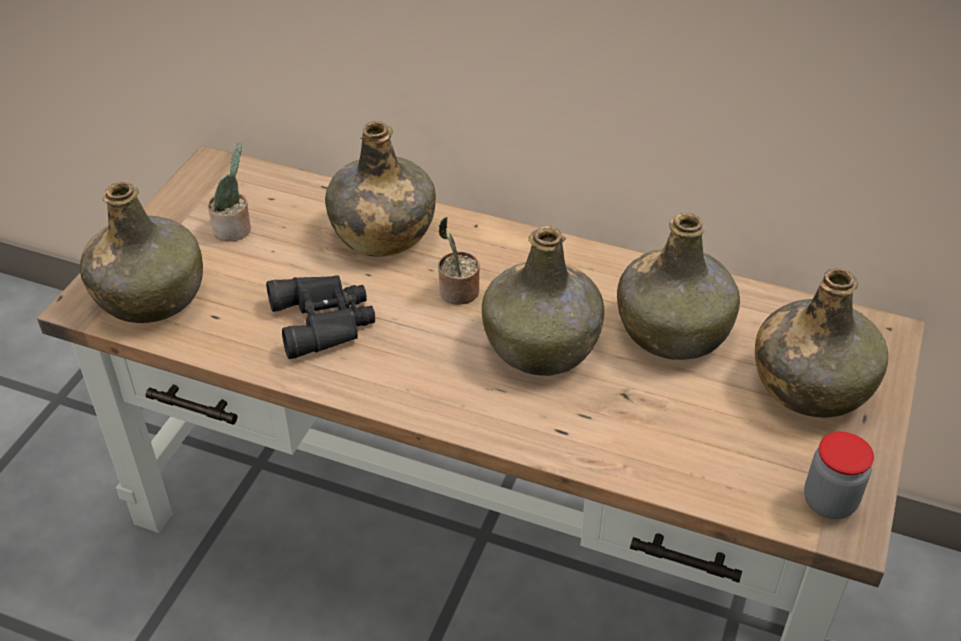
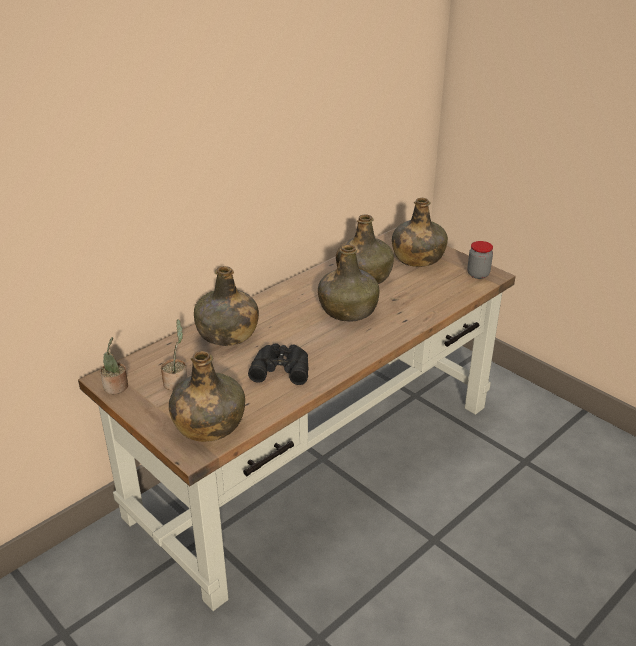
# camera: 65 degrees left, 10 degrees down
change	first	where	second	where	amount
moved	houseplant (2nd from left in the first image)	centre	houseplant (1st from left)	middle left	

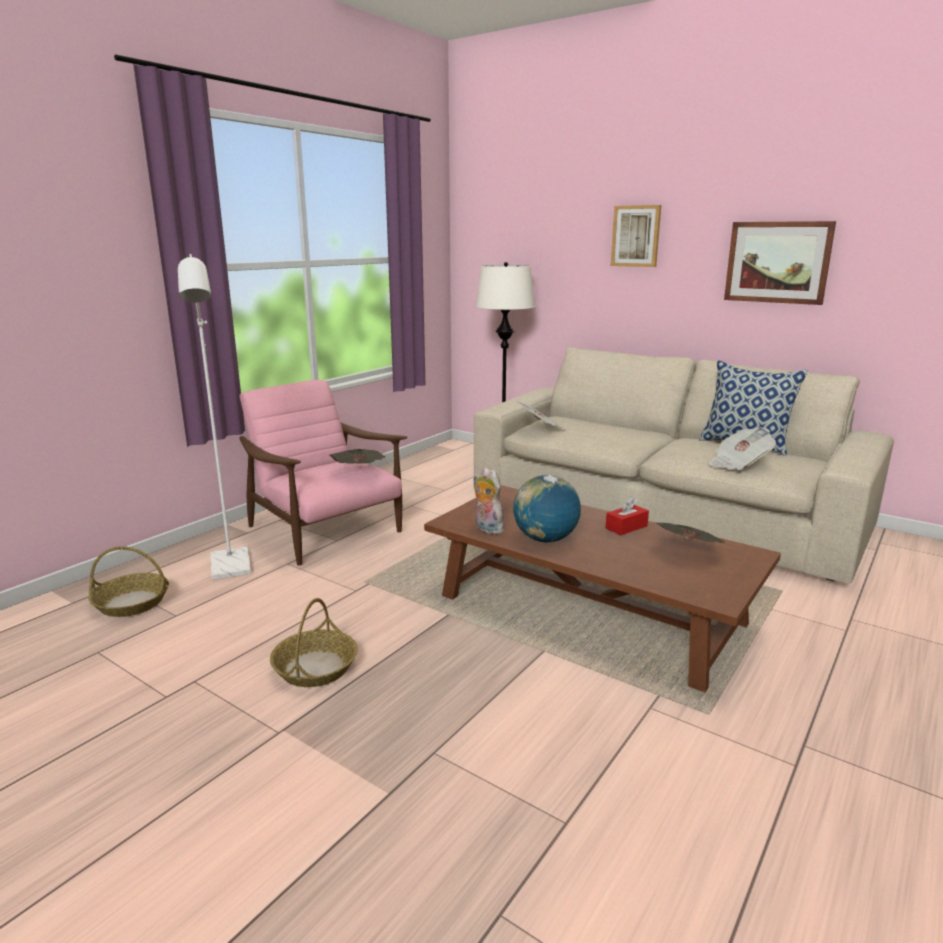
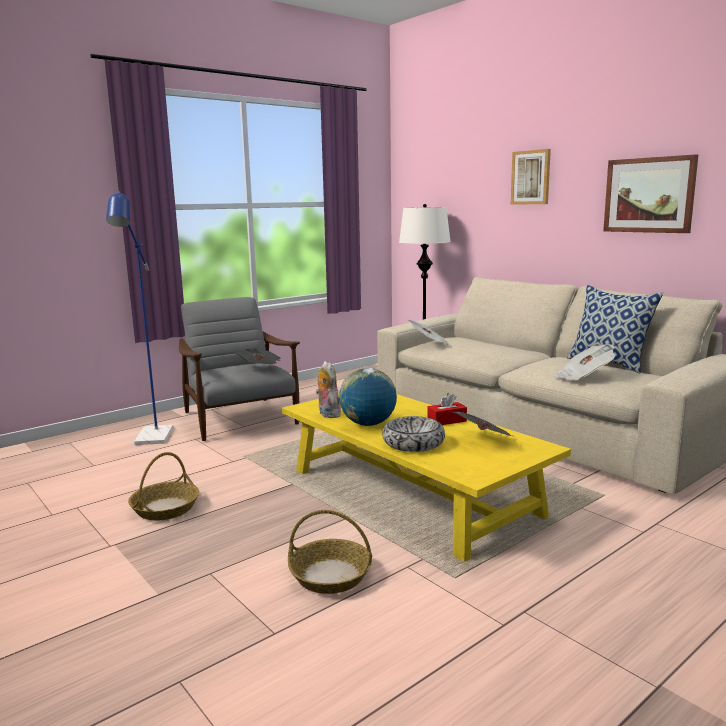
# camera: 15 degrees right, 5 degrees down
change	first	where	second	where	amount
moved	basket (1st from left in the first image)	middle left	basket (2nd from left)	bottom centre	
recoloured	whitish standard lamp (1st from left)	middle left	blue-coloured standard lamp	middle left	
recoloured	pinkish armchair	centre	greyish armchair	middle left	
recoloured	brown-coloured lounge table	centre	yellowish lounge table	centre	
added			serving bowl	centre	

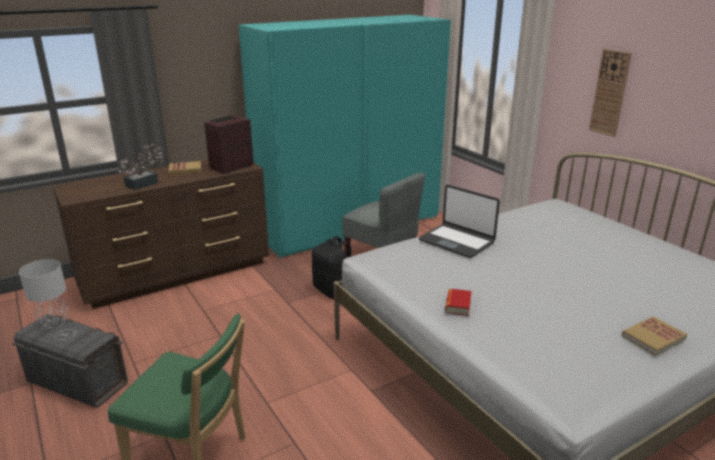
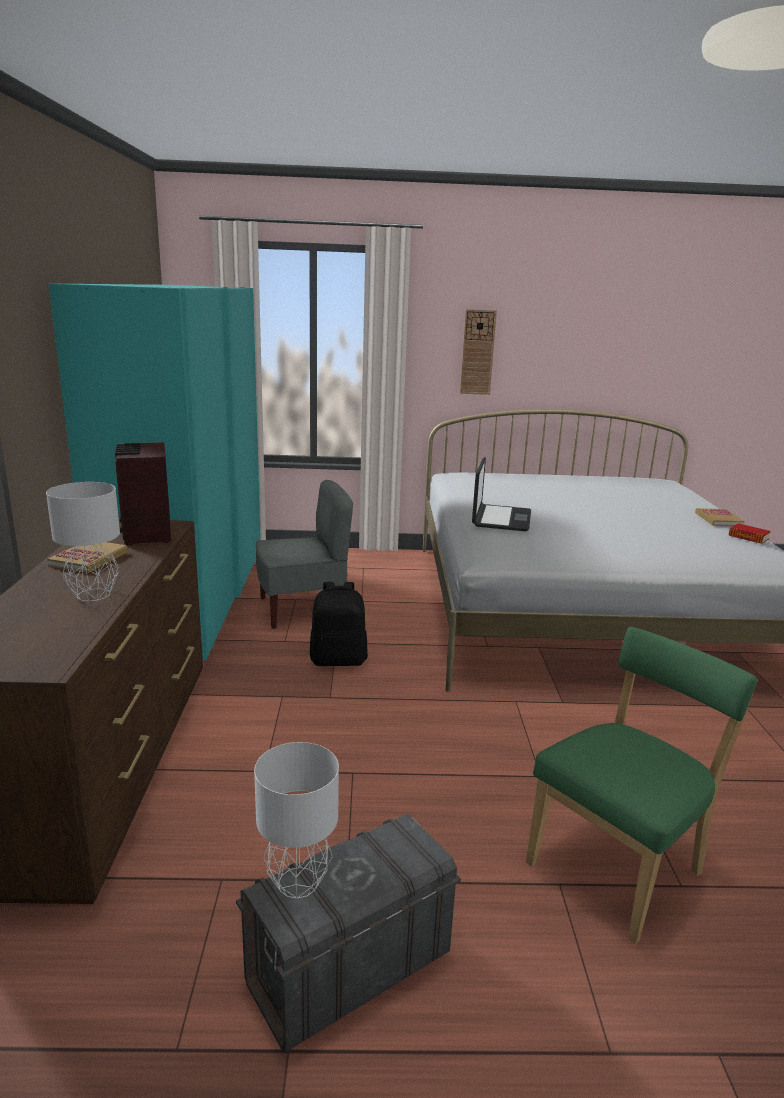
# camera: 60 degrees left, 5 degrees down
change	first	where	second	where	amount
replaced	houseplant	middle left	greyish lamp for a table (1st from left)	middle left	
turned	laptop	centre		centre	60 degrees counterclockwise
moved	bound book (2nd from left in the first image)	centre	bound book (3rd from left)	middle right	

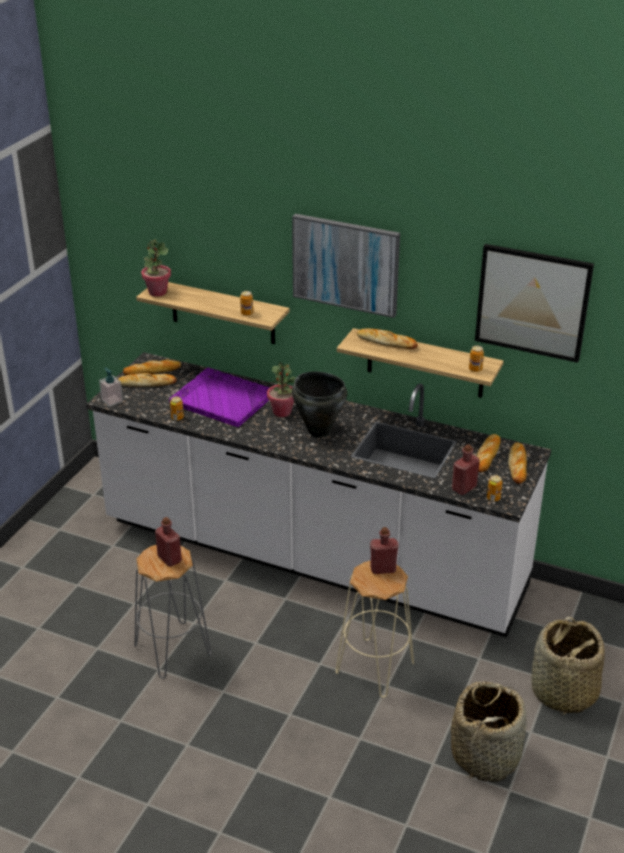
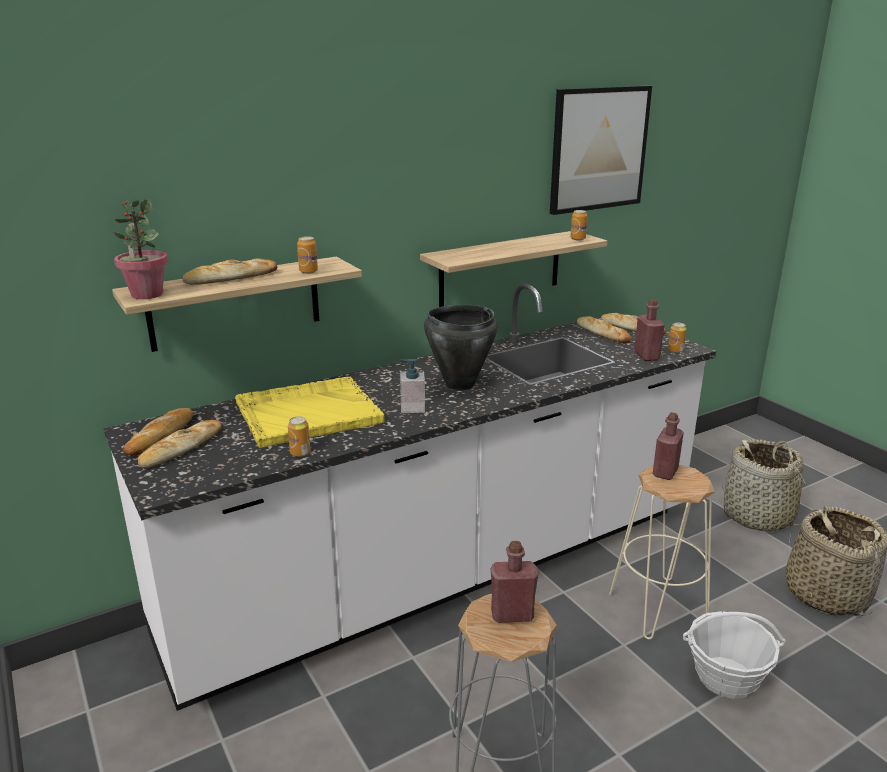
# camera: 55 degrees left, 10 degrees down
change	first	where	second	where	amount
moved	soap dispenser	middle left		centre	
recoloured	purple-coloured serving tray	centre	yellowish serving tray	centre	
removed	houseplant (2nd from left)	centre			
removed	wall art (1st from left)	top centre			
moved	bakery bread (3rd from left)	centre		middle left	
added			basket (1st from left)	bottom right	

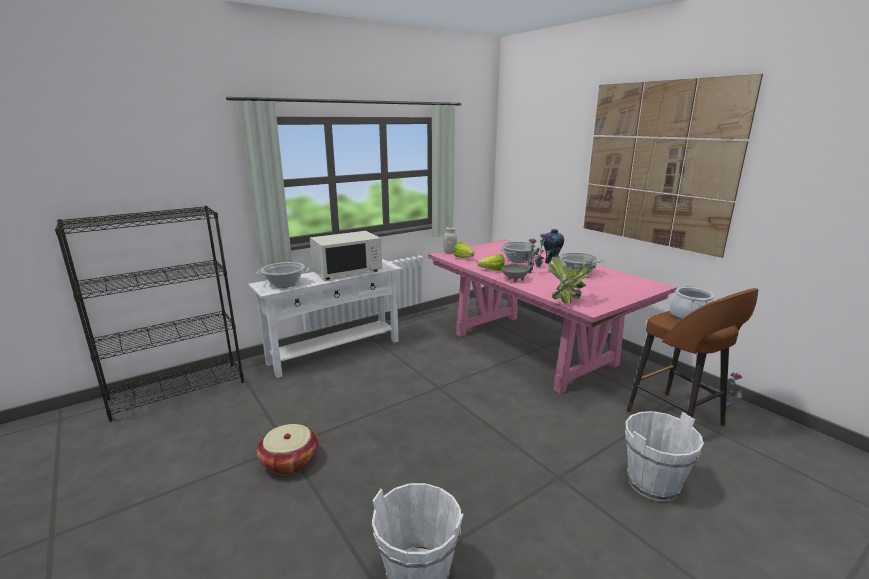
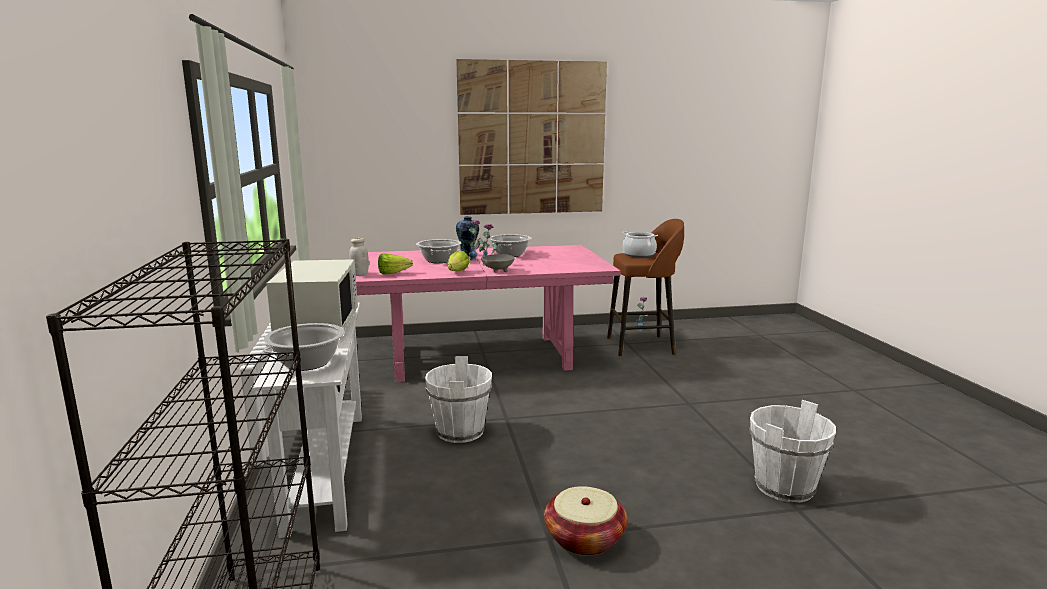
# camera: 65 degrees left, 5 degrees down
change	first	where	second	where	amount
removed	houseplant	centre			
moved	whitish water bucket (2nd from left in the first image)	bottom right	whitish water bucket (1st from left)	bottom centre	

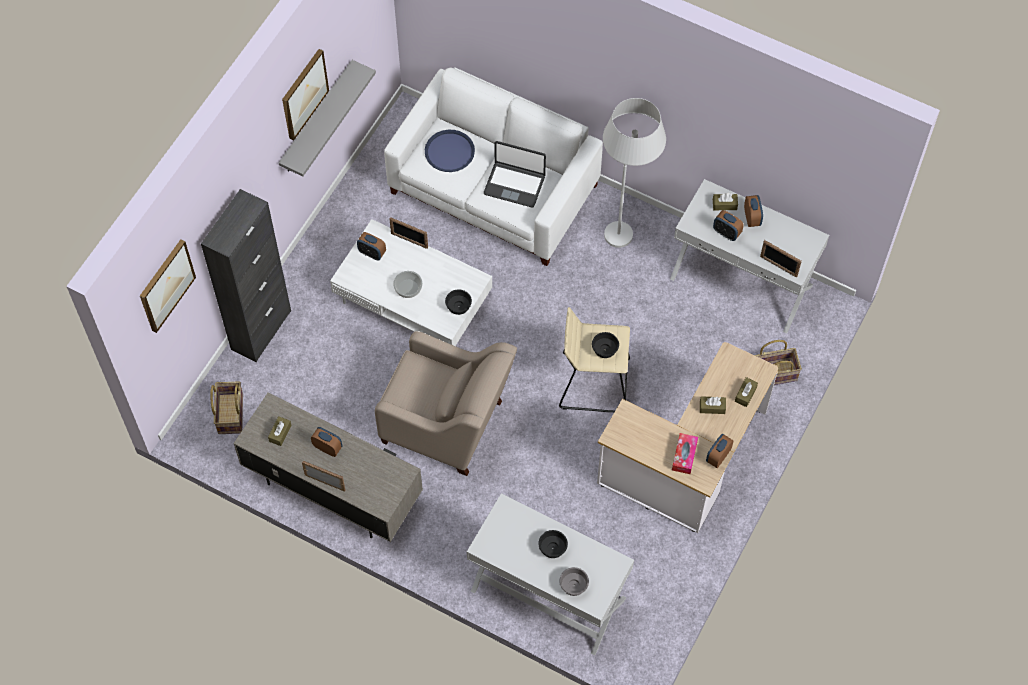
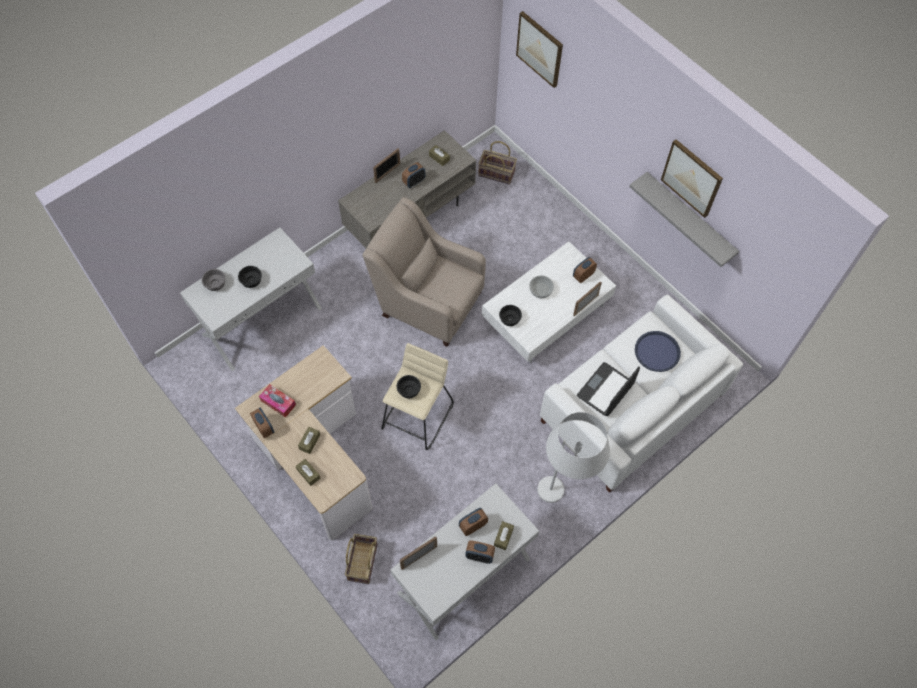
# camera: 110 degrees right, 0 degrees up
change	first	where	second	where	amount
removed	black-coloured storage cabinet	middle left			
turned	beige armchair	centre		centre	75 degrees clockwise

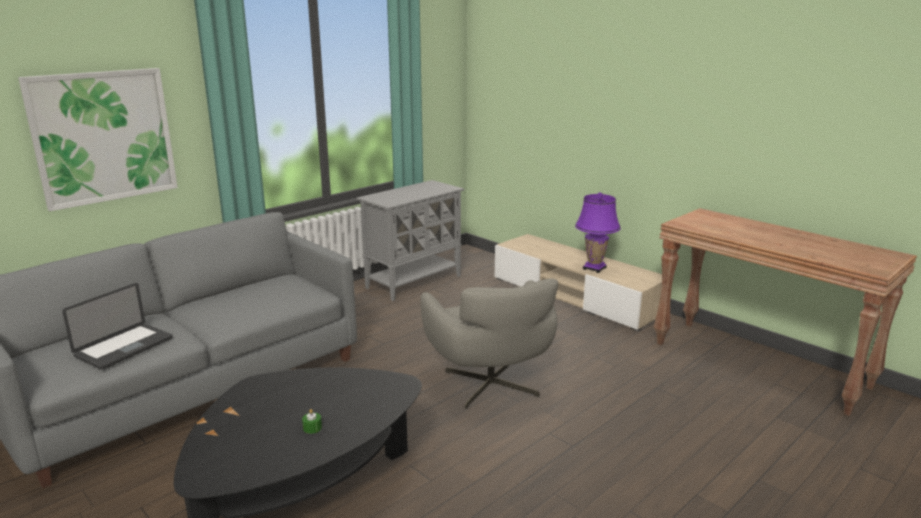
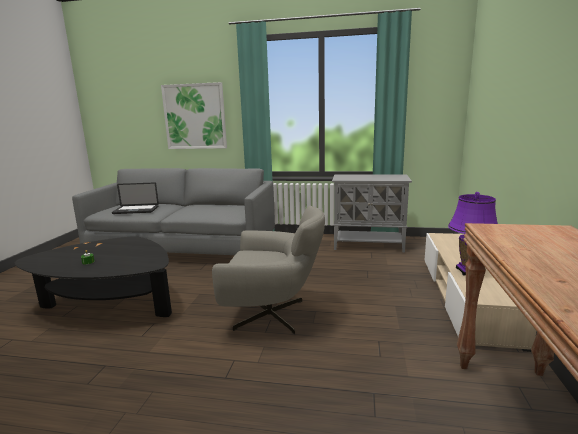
# camera: 55 degrees right, 5 degrees down
change	first	where	second	where	amount
turned	greyish armchair	centre		centre	120 degrees counterclockwise

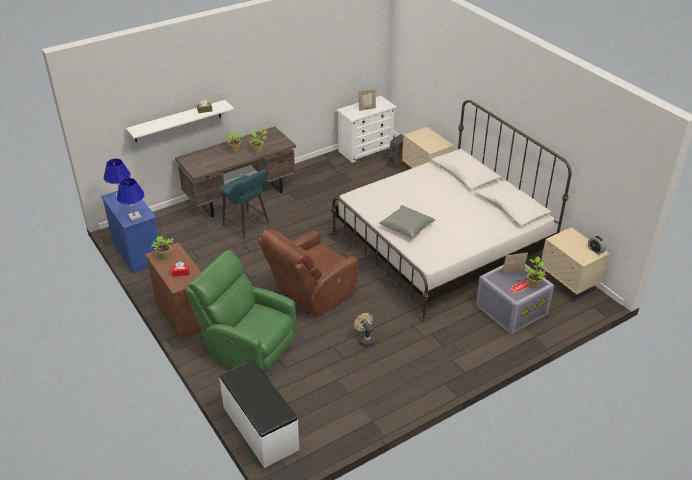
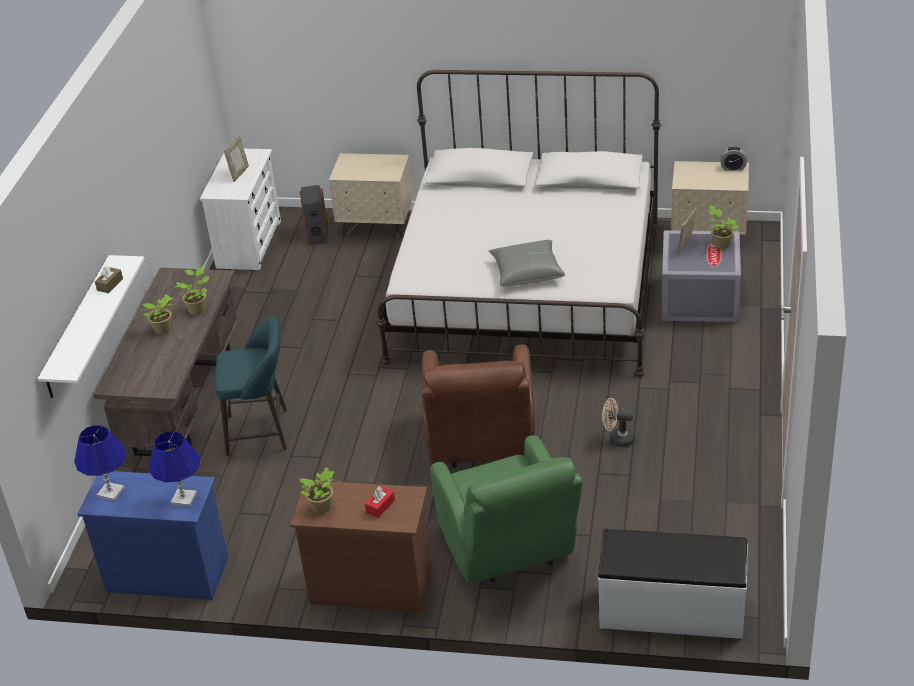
# camera: 45 degrees left, 0 degrees up
change	first	where	second	where	amount
turned	green armchair	centre		bottom centre	90 degrees counterclockwise

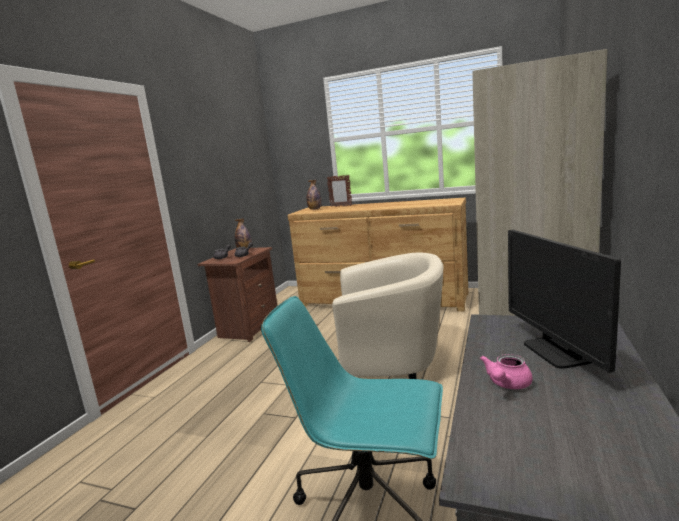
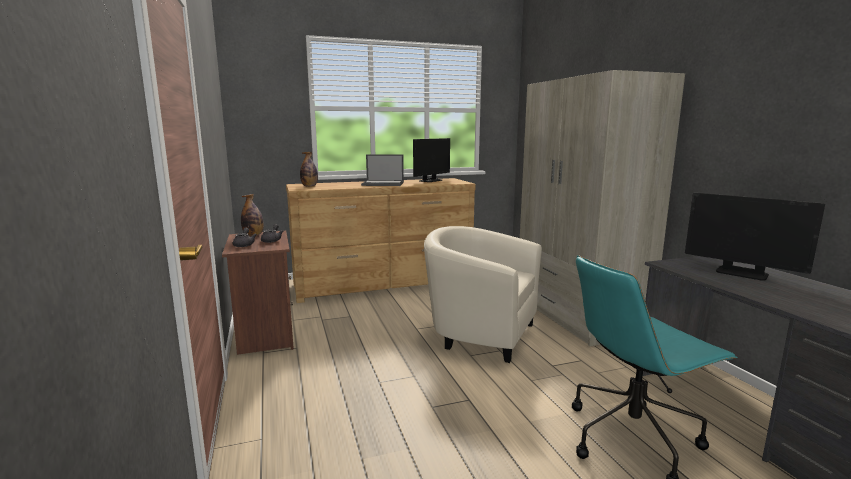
# camera: 40 degrees left, 0 degrees up
change	first	where	second	where	amount
removed	standing frame	centre			
turned	beige armchair	centre		centre	120 degrees counterclockwise
removed	pinkish tea pot	bottom right			
added			laptop	centre	
added			monitor (1st from left)	centre	

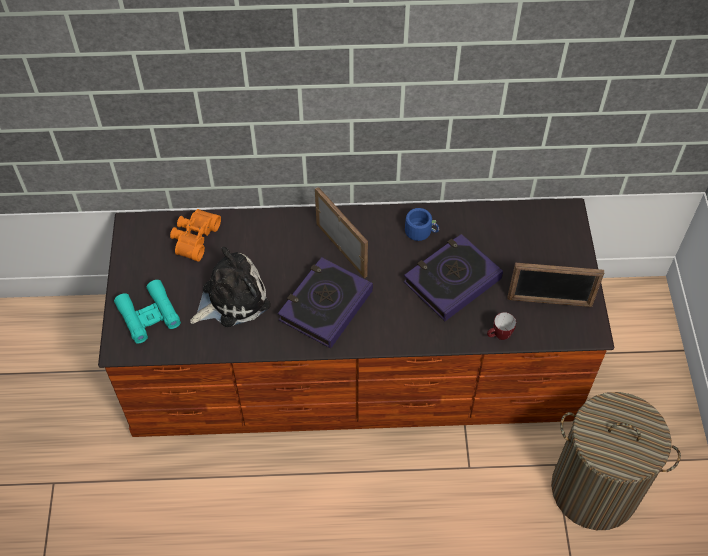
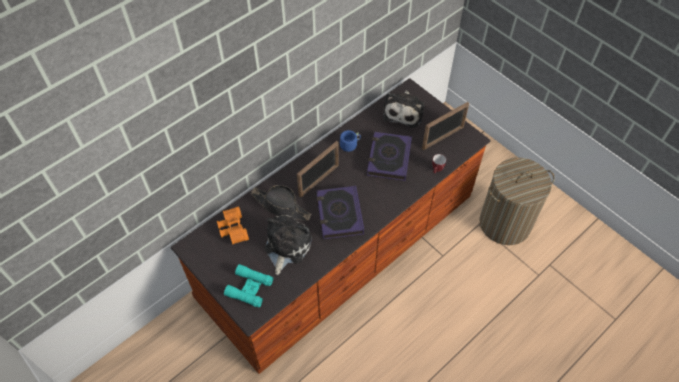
# camera: 40 degrees left, 0 degrees up
change	first	where	second	where	amount
turned	standing frame (1st from left)	centre		centre	120 degrees clockwise
added			black-coloured hat	centre	
added			plush toy (2nd from left)	top centre	

